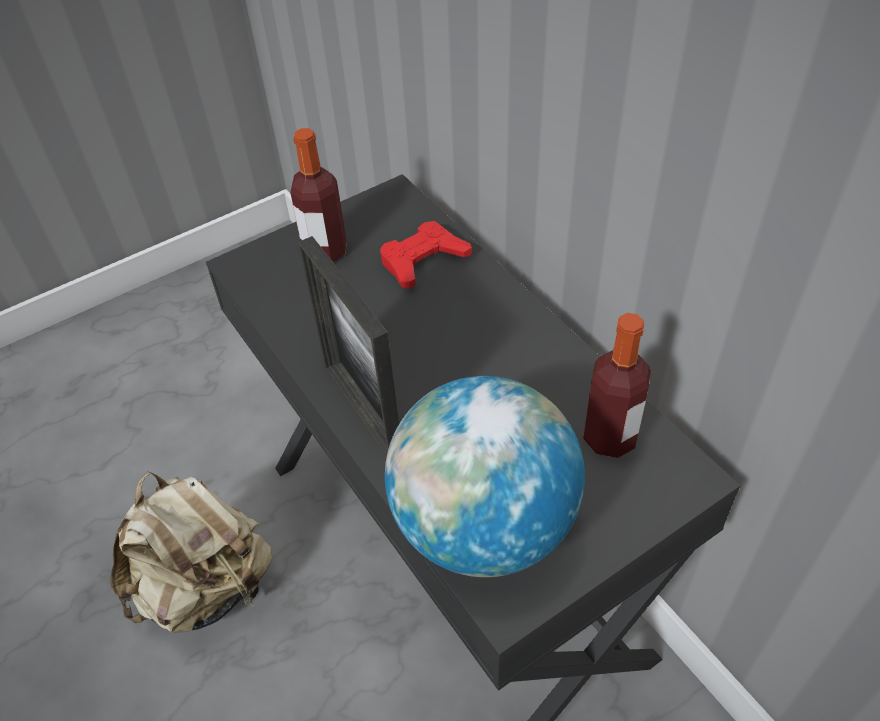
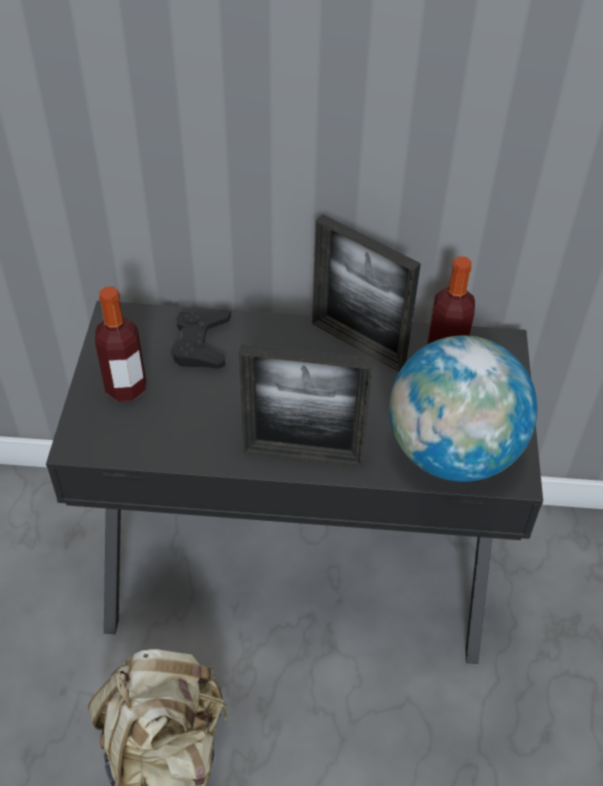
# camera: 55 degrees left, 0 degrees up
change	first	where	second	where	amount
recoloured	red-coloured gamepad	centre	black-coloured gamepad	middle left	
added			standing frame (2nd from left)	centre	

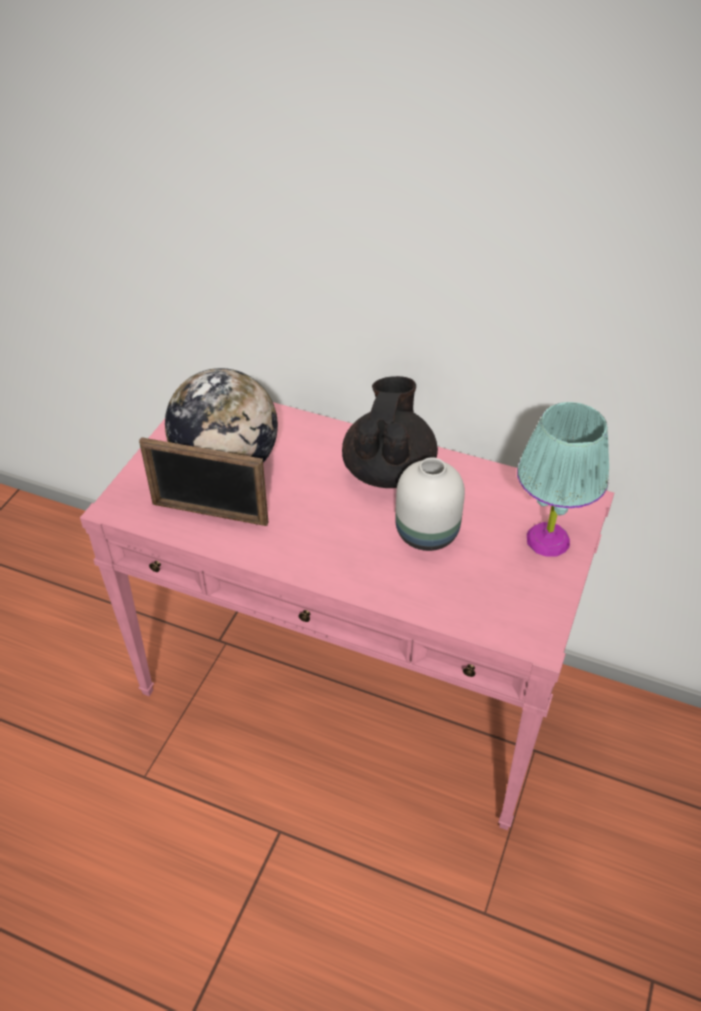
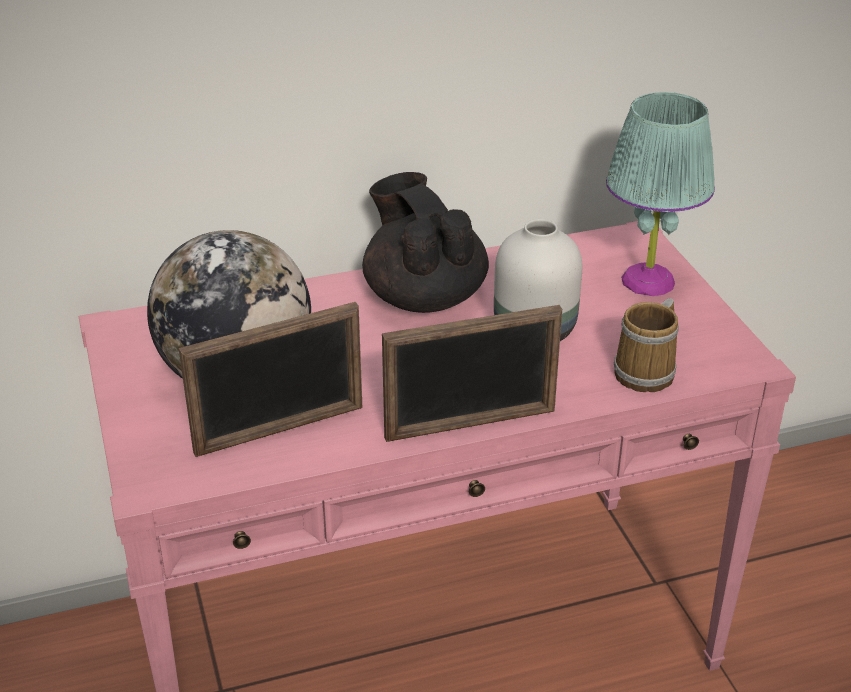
# camera: 40 degrees left, 10 degrees down
change	first	where	second	where	amount
added			standing frame (2nd from left)	centre	
added			tea mug	middle right	

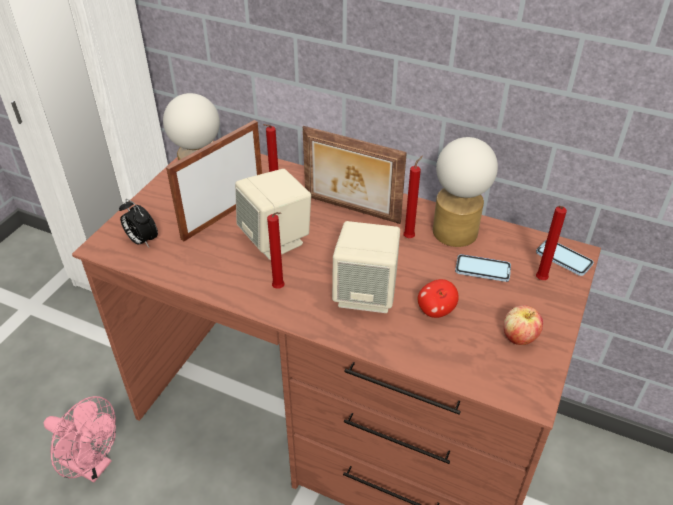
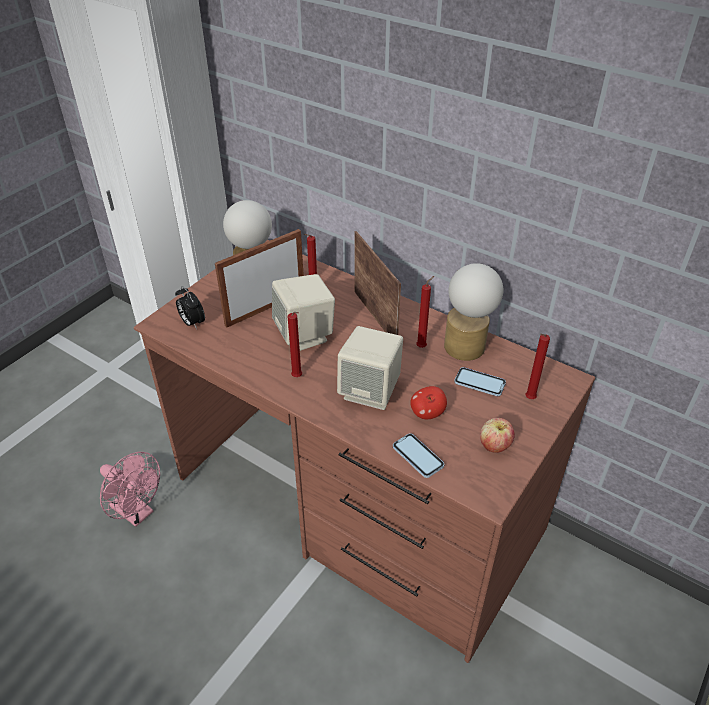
# camera: 10 degrees right, 0 degrees up
change	first	where	second	where	amount
turned	standing frame (2nd from left)	centre		centre	150 degrees counterclockwise
moved	telephone (2nd from left in the first image)	middle right	telephone (1st from left)	centre	

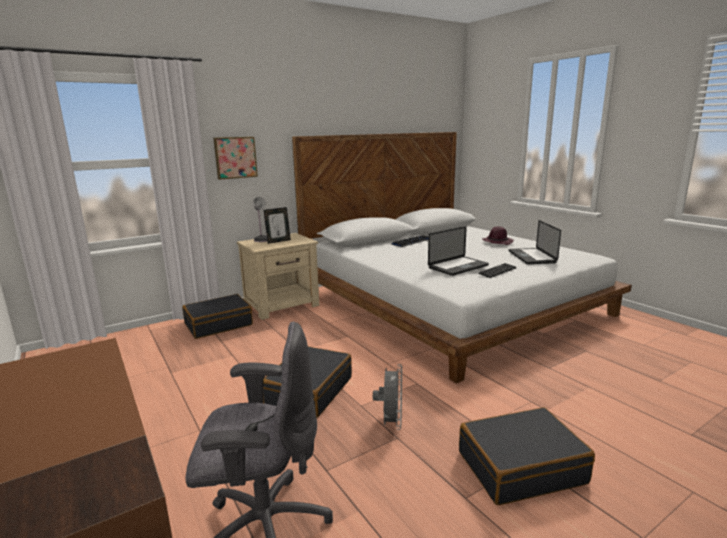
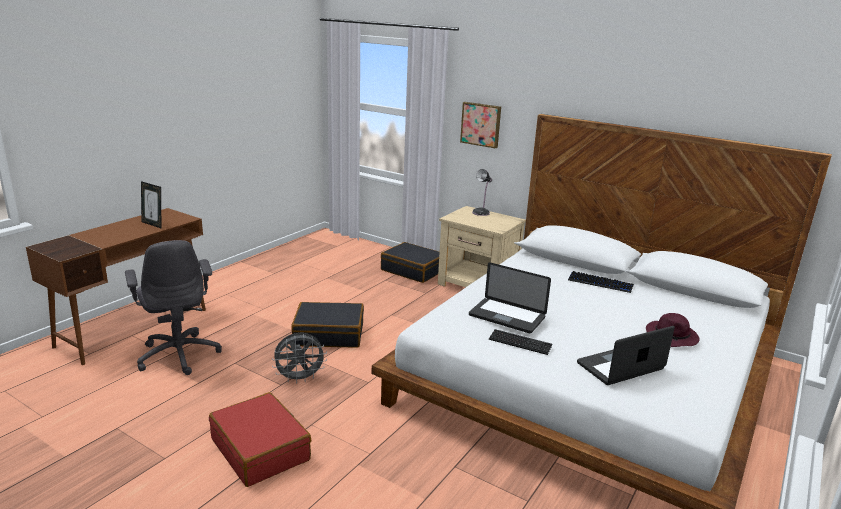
# camera: 65 degrees right, 5 degrees up
change	first	where	second	where	amount
moved	standing frame	centre		middle left	
recoloured	black-coloured piece of luggage (3rd from left)	bottom right	red-coloured piece of luggage	bottom left	

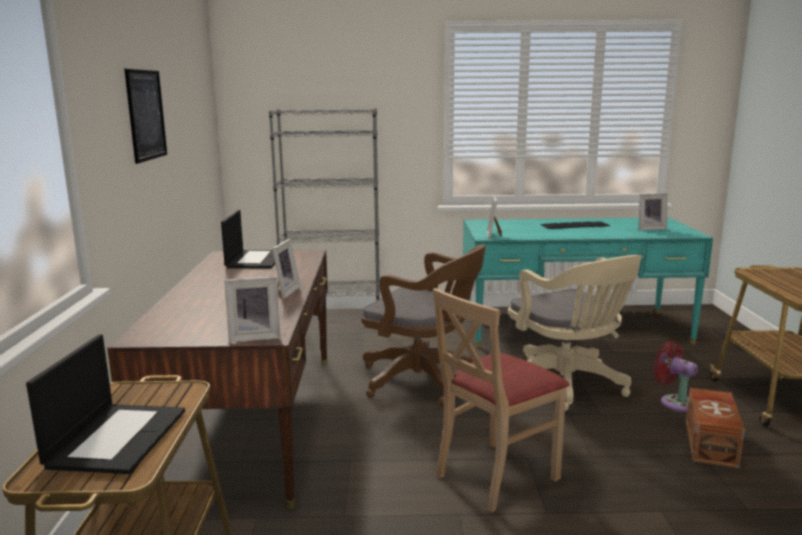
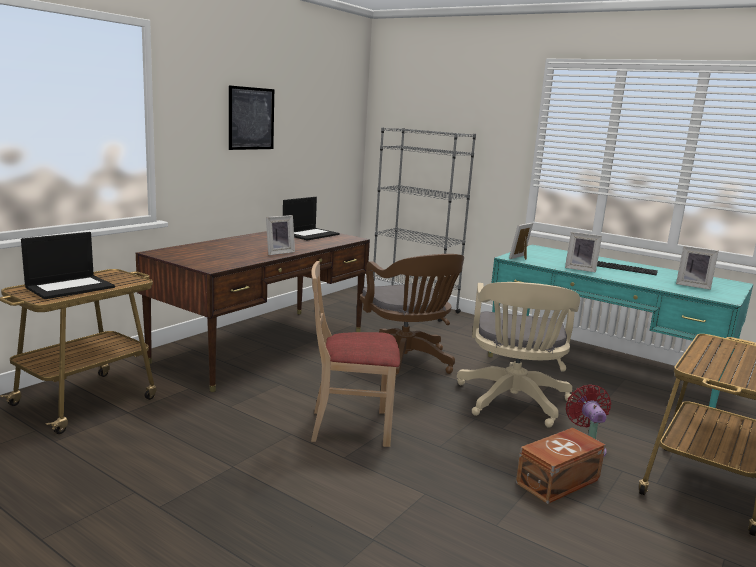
# camera: 35 degrees right, 0 degrees up
change	first	where	second	where	amount
moved	standing frame (1st from left in the first image)	middle left	standing frame (3rd from left)	middle right	

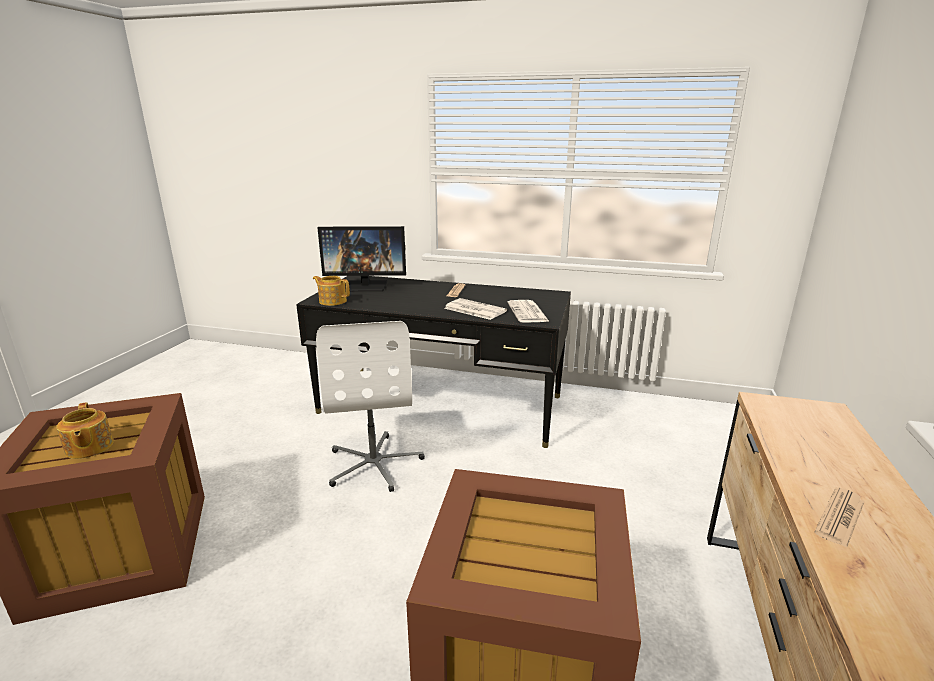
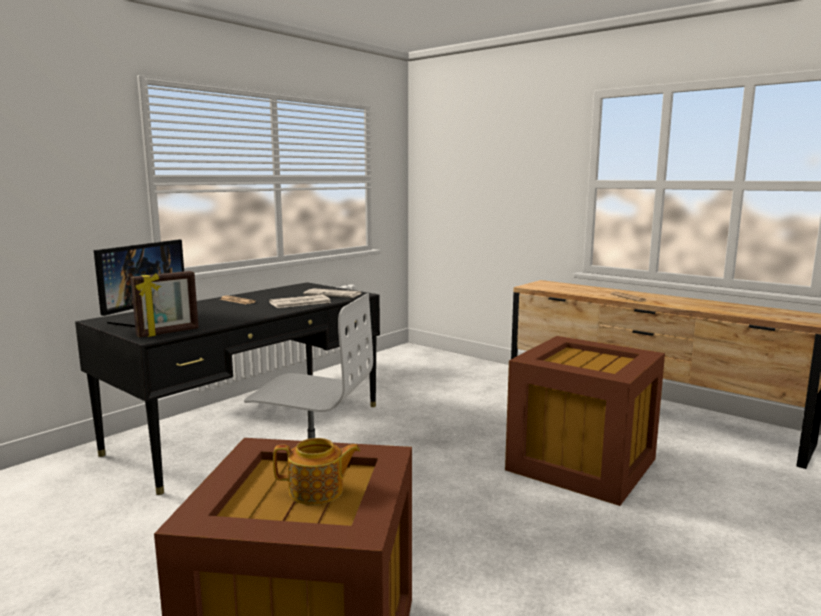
# camera: 65 degrees left, 10 degrees down
change	first	where	second	where	amount
replaced	tea pot (2nd from left)	centre	standing frame	middle left	

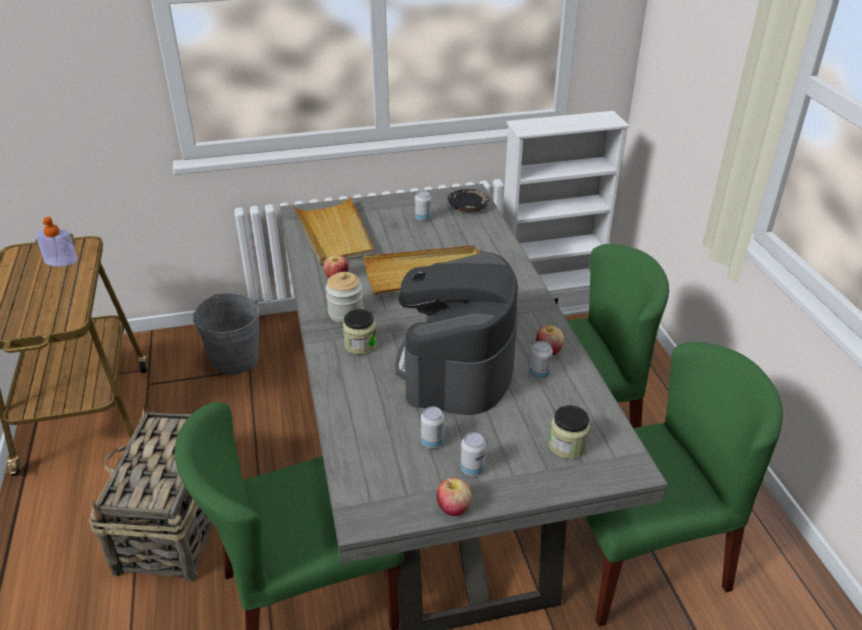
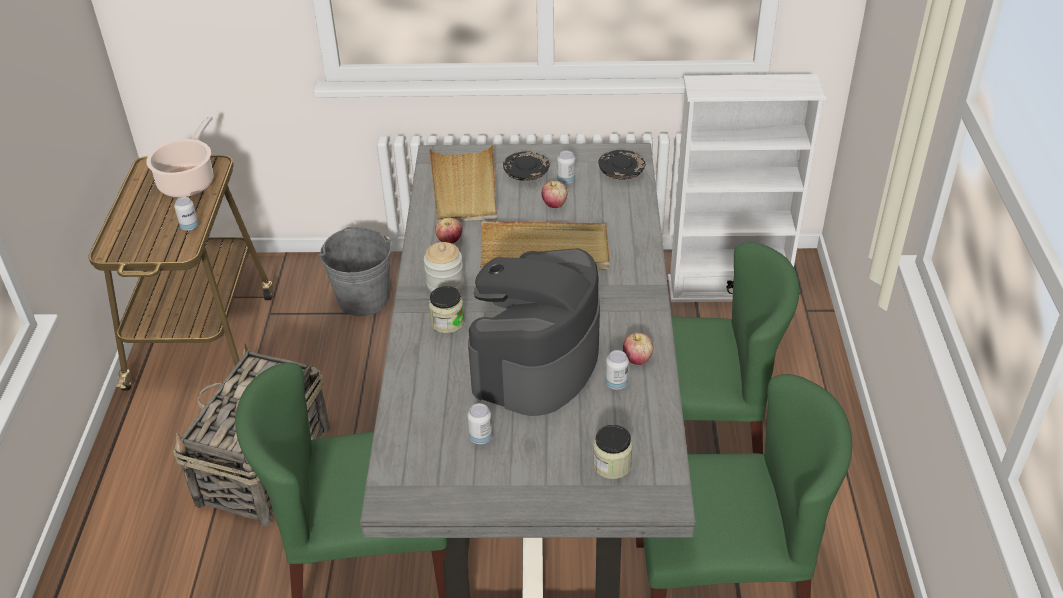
# camera: 15 degrees right, 5 degrees up
change	first	where	second	where	amount
replaced	soap dispenser	middle left	cooking pot	top left	
moved	apple (2nd from left)	bottom centre		top centre	
moved	sealed can (3rd from left in the first image)	bottom centre	sealed can (1st from left)	middle left	
added			black-coloured dinner plate (1st from left)	top centre	

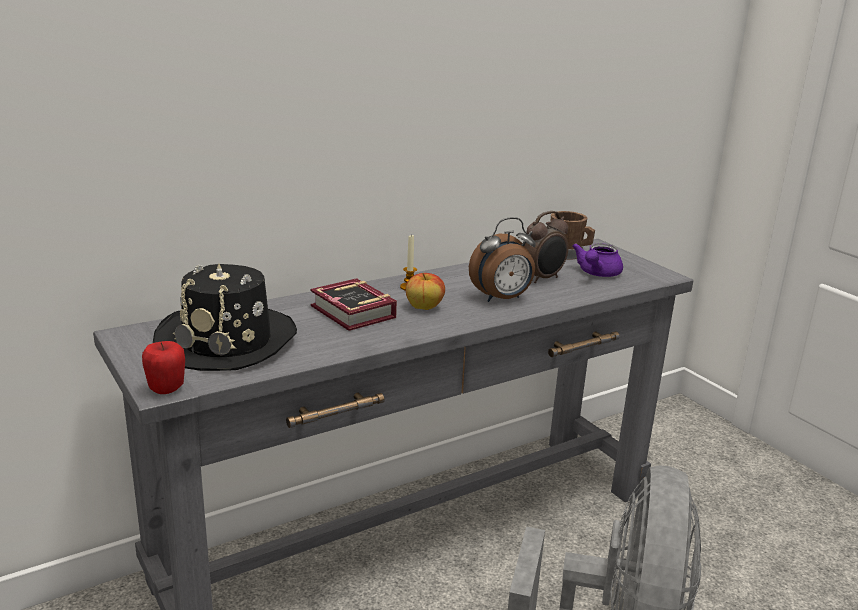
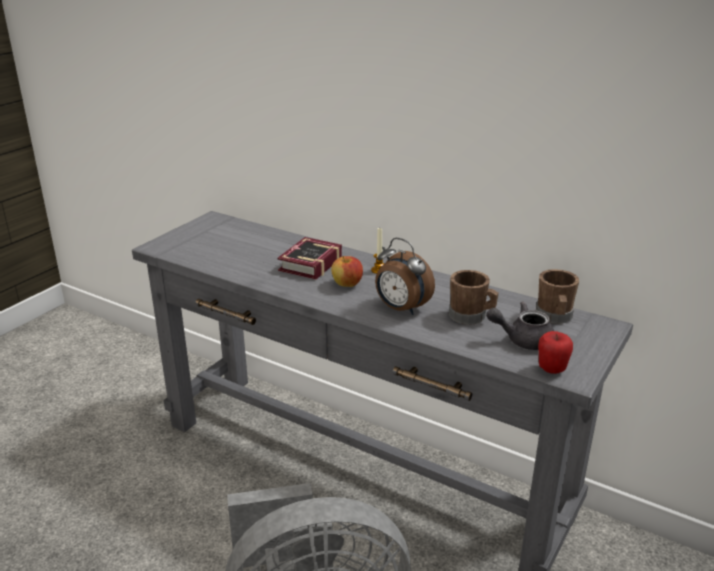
# camera: 65 degrees right, 5 degrees up
change	first	where	second	where	amount
moved	apple (1st from left in the first image)	middle left	apple (2nd from left)	middle right	
removed	black-coloured hat	middle left			
replaced	alarm clock (2nd from left)	centre	brown-coloured tea mug (1st from left)	centre	
recoloured	purple-coloured tea pot	middle right	greyish tea pot	middle right	

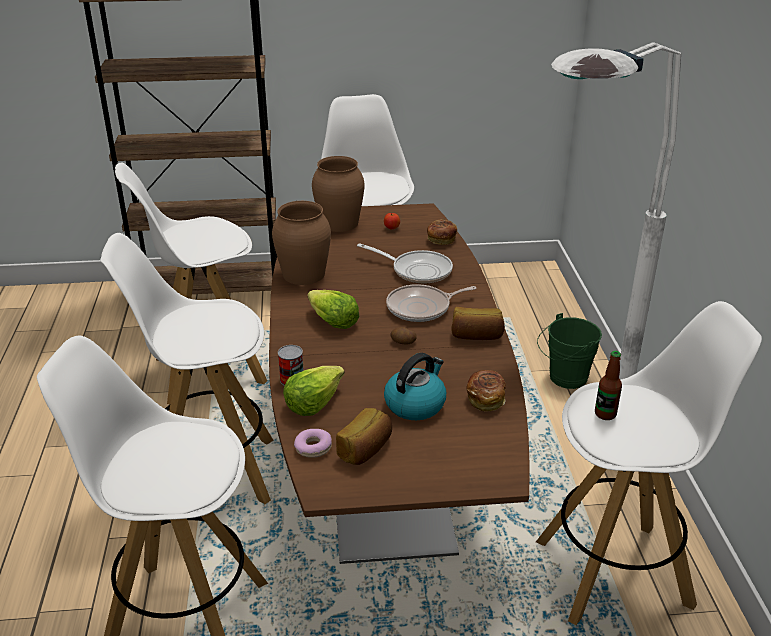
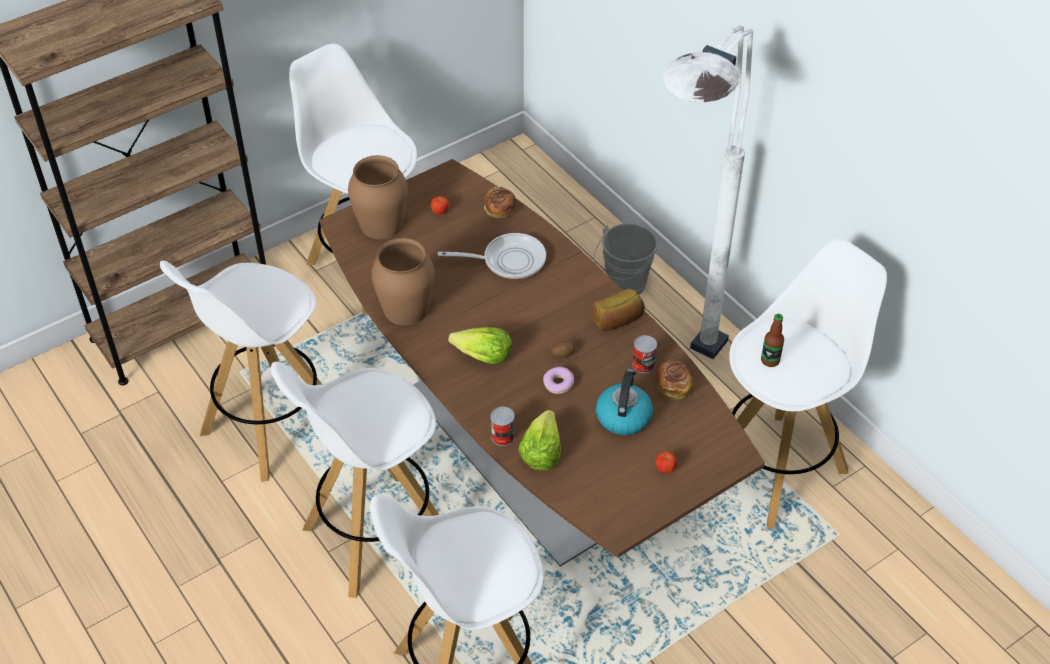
# camera: 30 degrees left, 15 degrees up
change	first	where	second	where	amount
moved	doughnut	bottom centre		centre	
removed	bakery bread (1st from left)	bottom centre			
removed	frying pan (2nd from left)	centre			
recoloured	green water bucket	middle right	greyish water bucket	centre	
added			sealed can (2nd from left)	centre	
added			apple (2nd from left)	bottom centre	

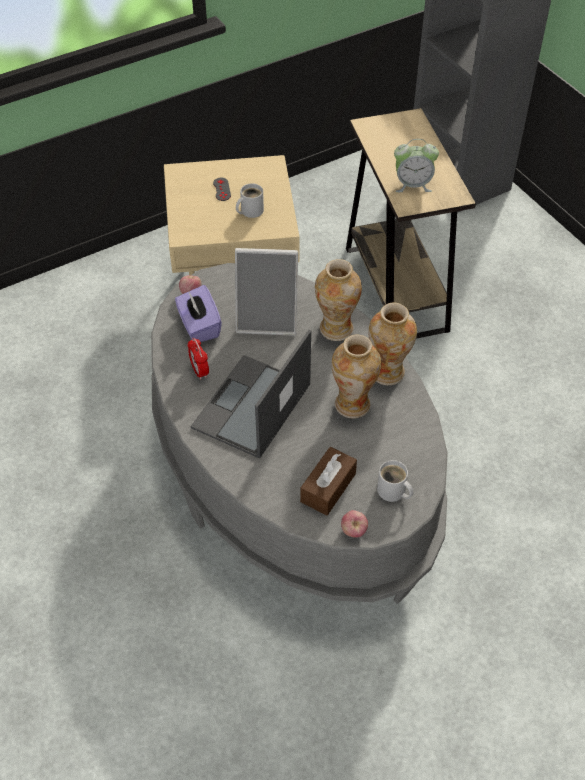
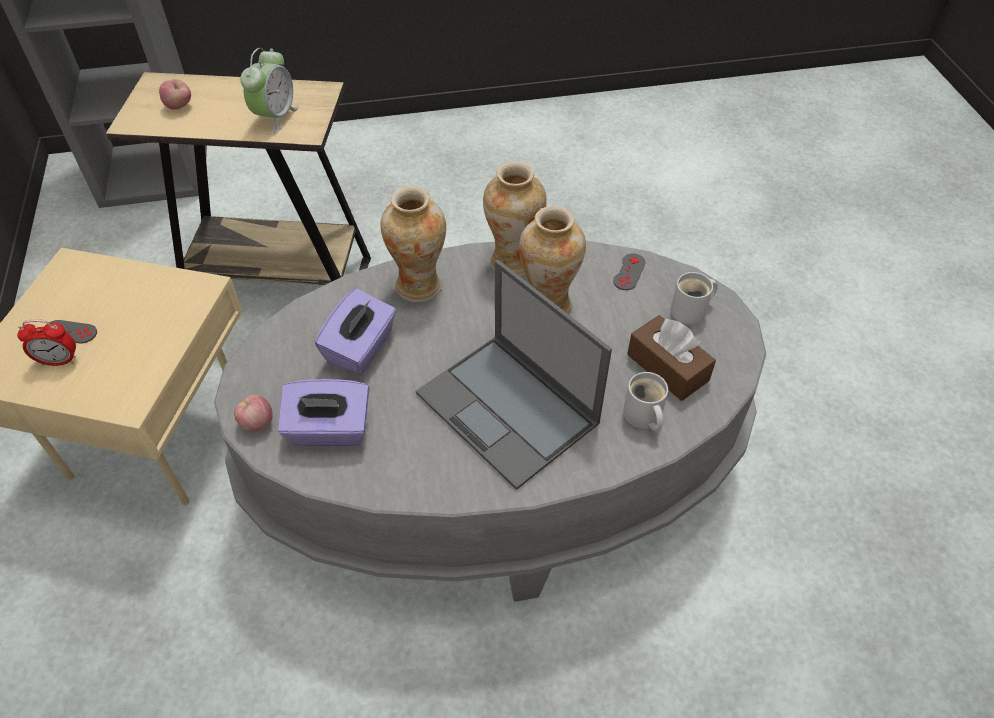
# camera: 70 degrees left, 0 degrees up
change	first	where	second	where	amount
moved	alarm clock (1st from left)	centre		middle left	
replaced	standing frame	centre	purple-coloured box of tissues (2nd from left)	centre	
moved	whitish tea mug (1st from left)	top centre		centre	
moved	apple (2nd from left in the first image)	bottom centre	apple (1st from left)	top left	
added			greyish gamepad (2nd from left)	centre	

